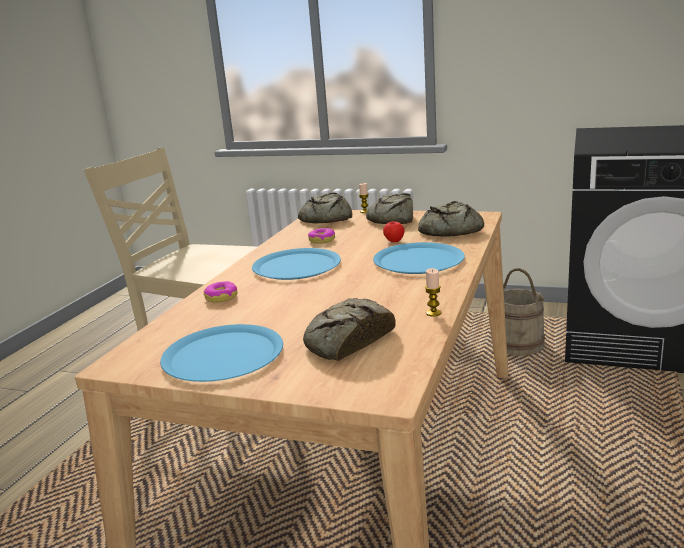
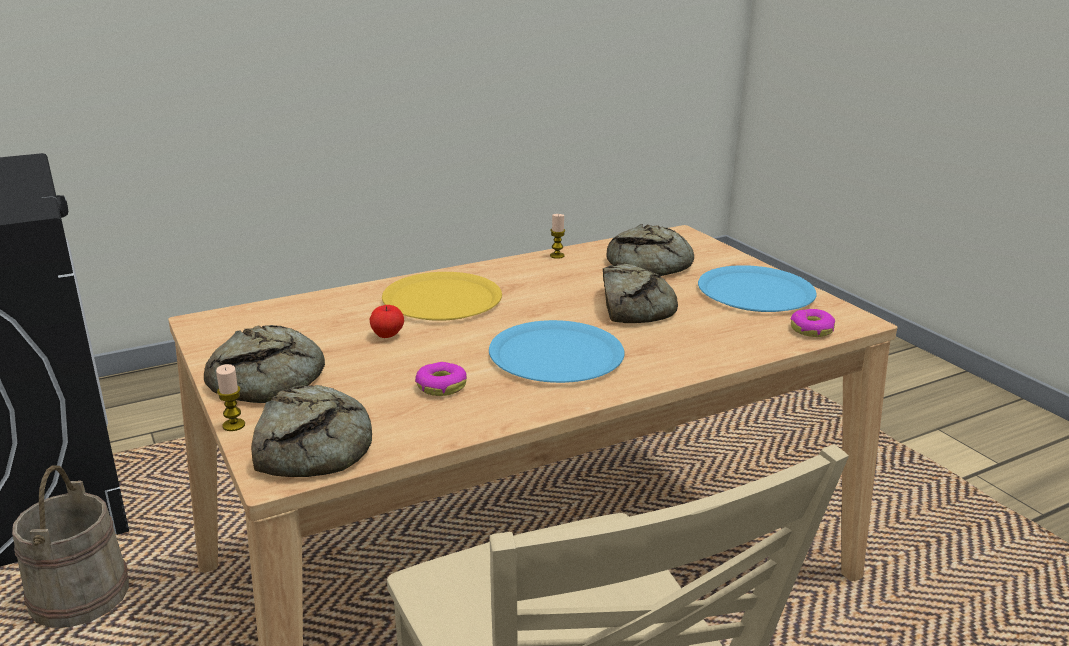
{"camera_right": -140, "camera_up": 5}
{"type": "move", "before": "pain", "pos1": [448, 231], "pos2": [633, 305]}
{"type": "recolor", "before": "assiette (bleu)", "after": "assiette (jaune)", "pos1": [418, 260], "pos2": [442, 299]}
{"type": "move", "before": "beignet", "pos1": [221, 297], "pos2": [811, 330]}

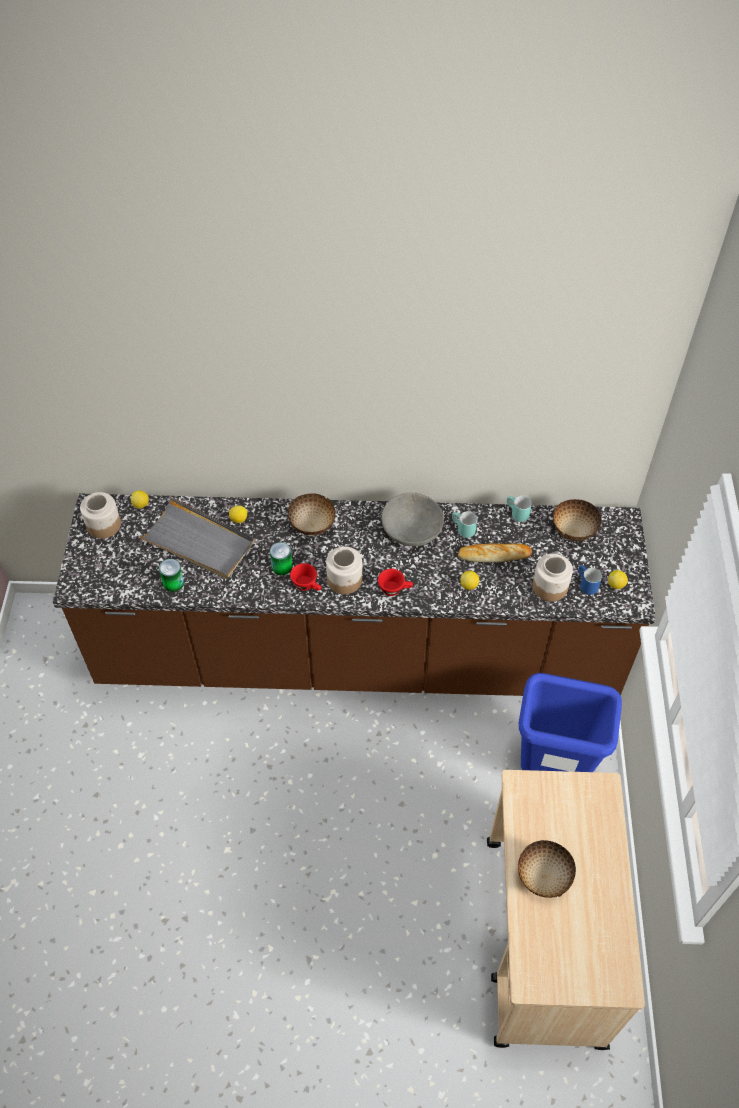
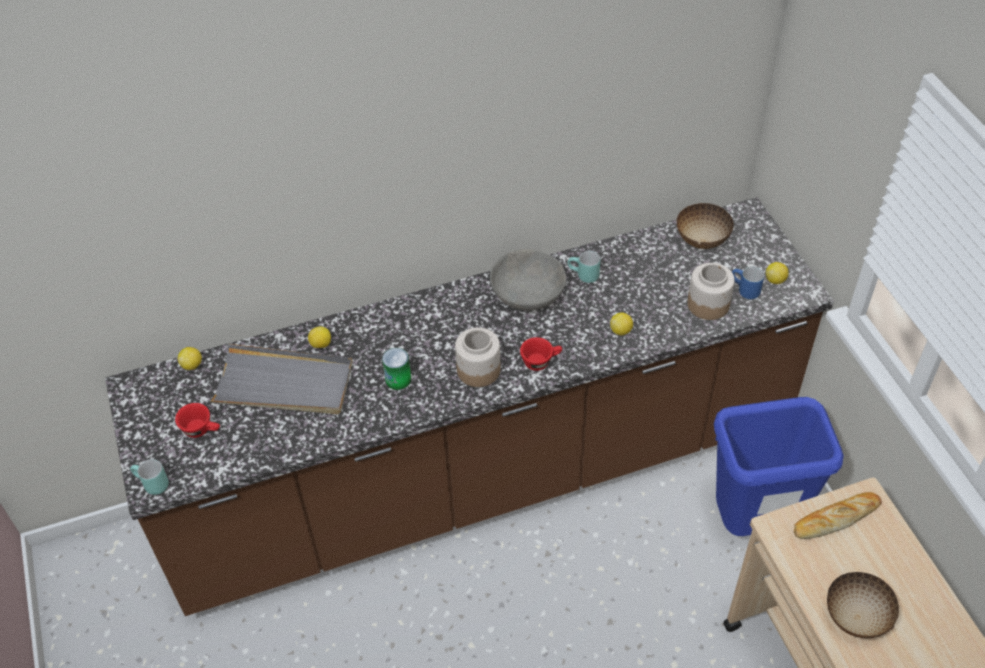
{"camera_right": -20, "camera_up": -5}
{"type": "delete", "before": "bocal", "pos1": [103, 525]}
{"type": "delete", "before": "bol", "pos1": [312, 526]}
{"type": "move", "before": "mug (turquoise)", "pos1": [516, 514], "pos2": [151, 485]}
{"type": "move", "before": "pain", "pos1": [494, 555], "pos2": [835, 518]}
{"type": "delete", "before": "boîte métallique", "pos1": [173, 583]}
{"type": "move", "before": "tasse (rouge)", "pos1": [307, 585], "pos2": [202, 429]}

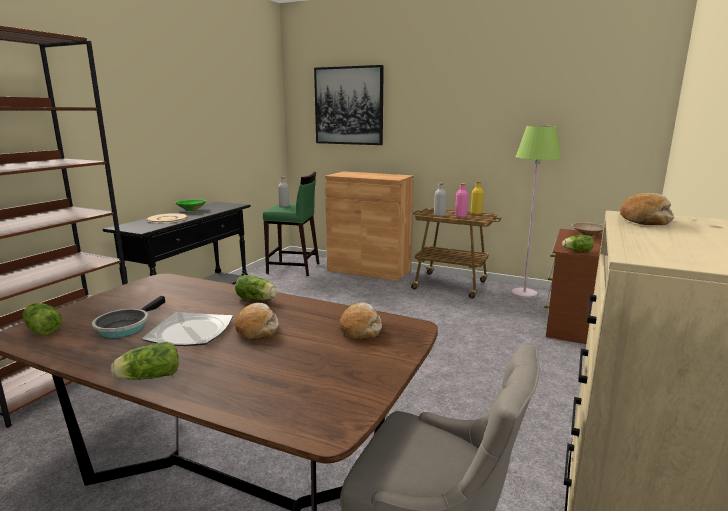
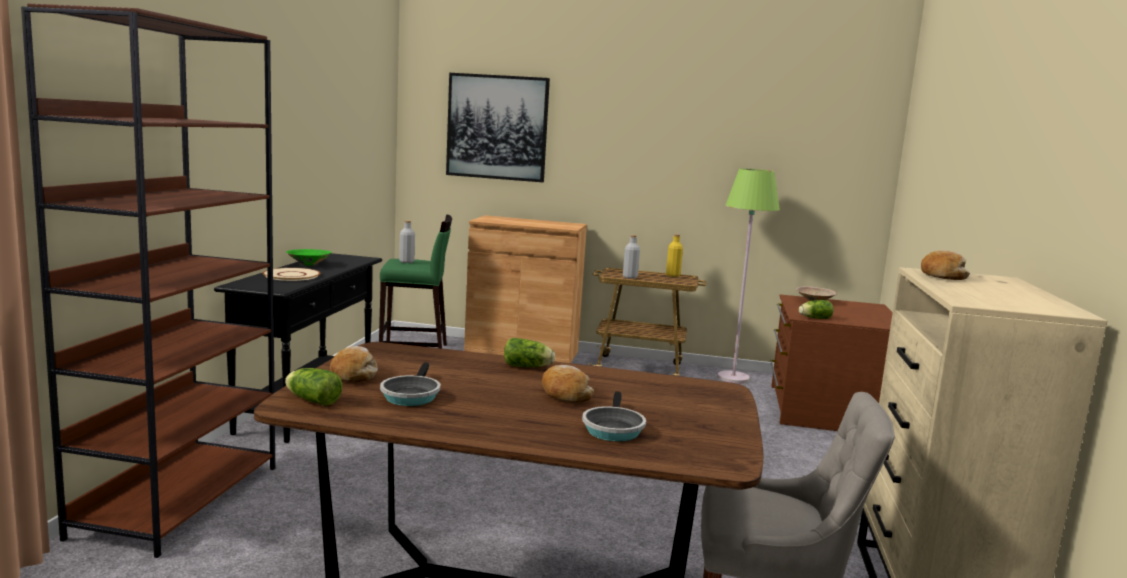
{"camera_right": -15, "camera_up": -5}
{"type": "delete", "before": "bouteille (rose)", "pos1": [460, 216]}
{"type": "move", "before": "pain", "pos1": [360, 329], "pos2": [354, 374]}
{"type": "delete", "before": "assiette", "pos1": [190, 332]}
{"type": "delete", "before": "laitue", "pos1": [147, 377]}
{"type": "insert", "after": "poêle", "pos2": [612, 428]}

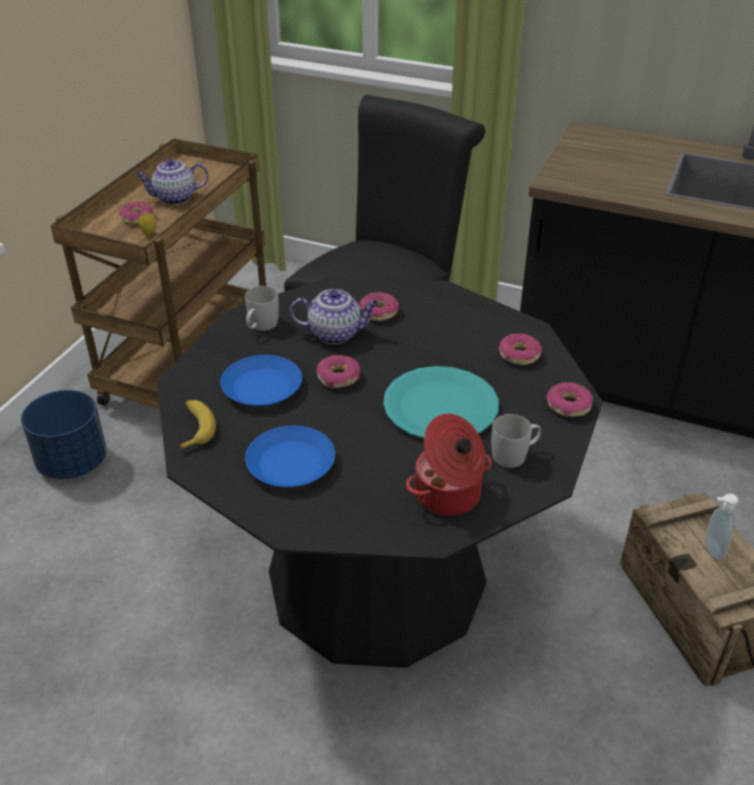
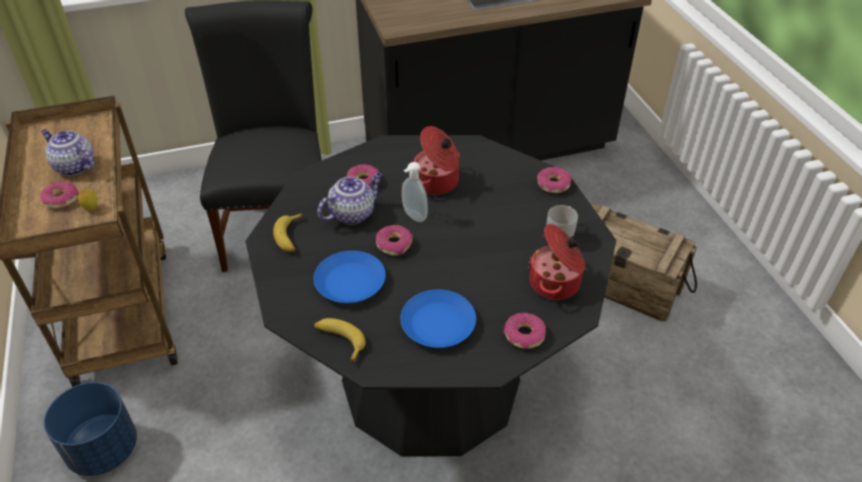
{"camera_right": -40, "camera_up": 5}
{"type": "rotate", "before": "théière", "pos1": [174, 198], "pos2": [74, 166], "turn": 90}
{"type": "replace", "before": "mug (blanc)", "after": "banane", "pos1": [260, 326], "pos2": [290, 237]}
{"type": "move", "before": "beignet", "pos1": [518, 355], "pos2": [524, 335]}
{"type": "delete", "before": "assiette (turquoise)", "pos1": [440, 406]}
{"type": "move", "before": "distributeur de savon", "pos1": [711, 550], "pos2": [413, 216]}
{"type": "insert", "after": "marmite", "pos2": [437, 182]}

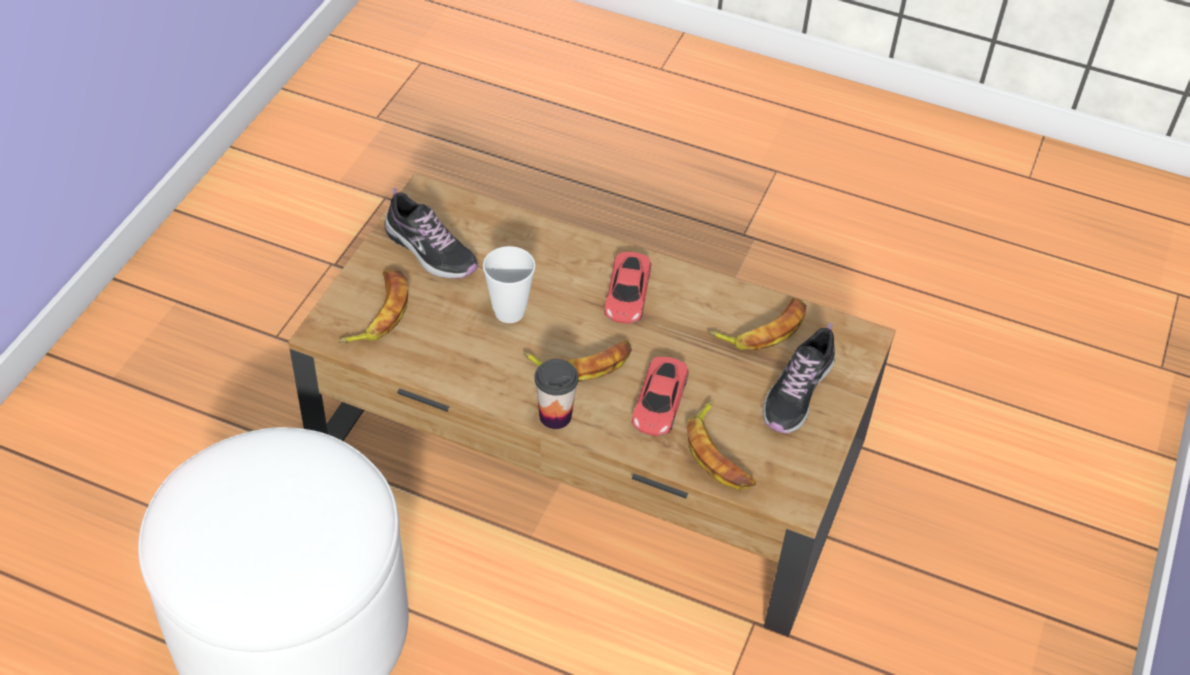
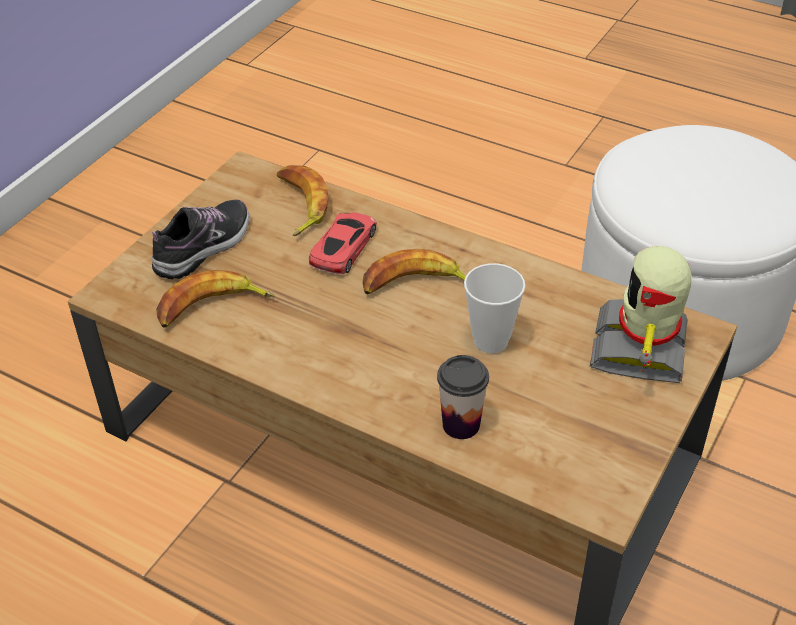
{"camera_right": -170, "camera_up": -5}
{"type": "delete", "before": "chaussure", "pos1": [430, 251]}
{"type": "delete", "before": "petite voiture (rouge)", "pos1": [627, 293]}
{"type": "replace", "before": "banane", "after": "robot jouet", "pos1": [378, 313], "pos2": [642, 348]}
{"type": "move", "before": "tasse", "pos1": [555, 416], "pos2": [461, 424]}

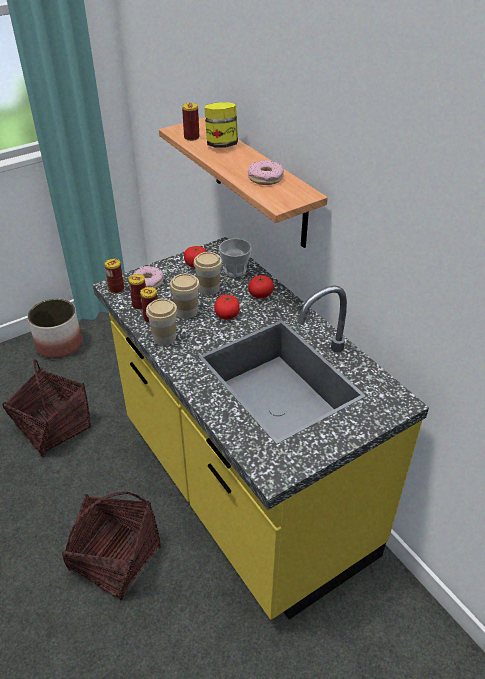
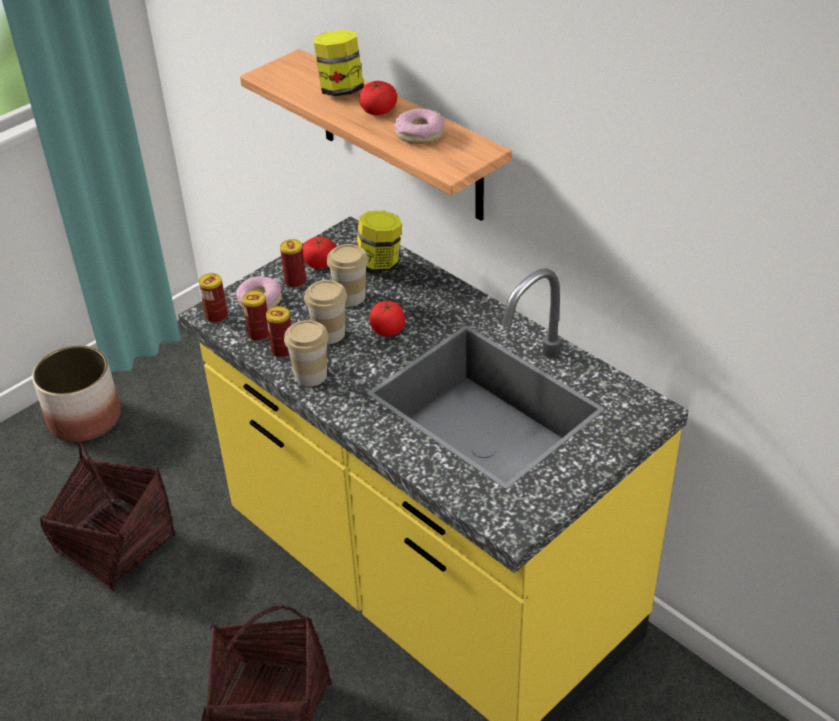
{"camera_right": -10, "camera_up": 0}
{"type": "move", "before": "boîte métallique", "pos1": [191, 137], "pos2": [295, 282]}
{"type": "replace", "before": "tasse", "after": "bocal", "pos1": [235, 271], "pos2": [379, 265]}
{"type": "move", "before": "tomate", "pos1": [260, 294], "pos2": [378, 111]}

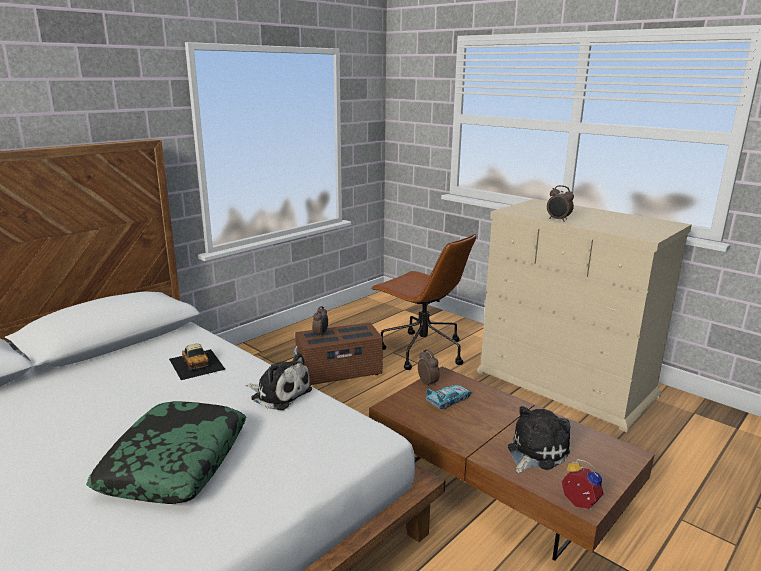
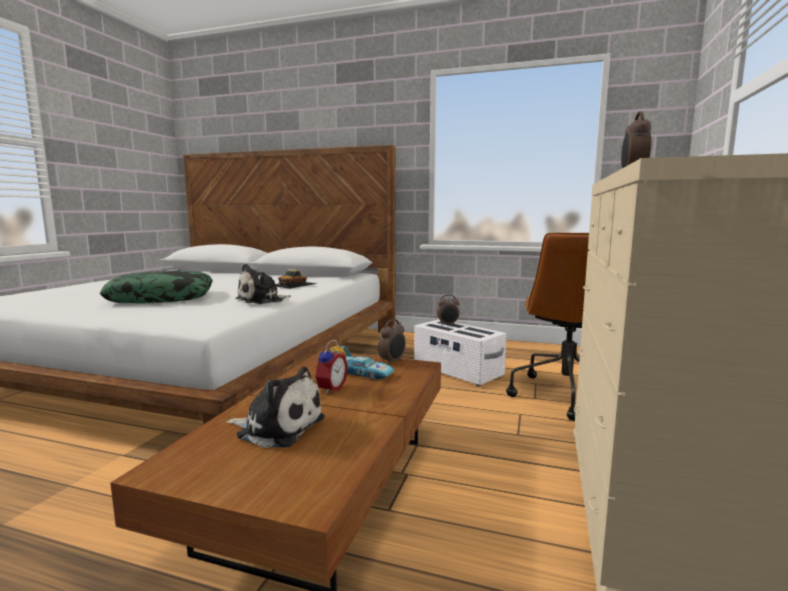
{"camera_right": 65, "camera_up": -10}
{"type": "recolor", "before": "boîte de rangement (marron)", "after": "boîte de rangement (blanc)", "pos1": [339, 372], "pos2": [457, 371]}
{"type": "rotate", "before": "peluche", "pos1": [279, 394], "pos2": [262, 300], "turn": 45}
{"type": "move", "before": "réveil", "pos1": [578, 504], "pos2": [330, 389]}

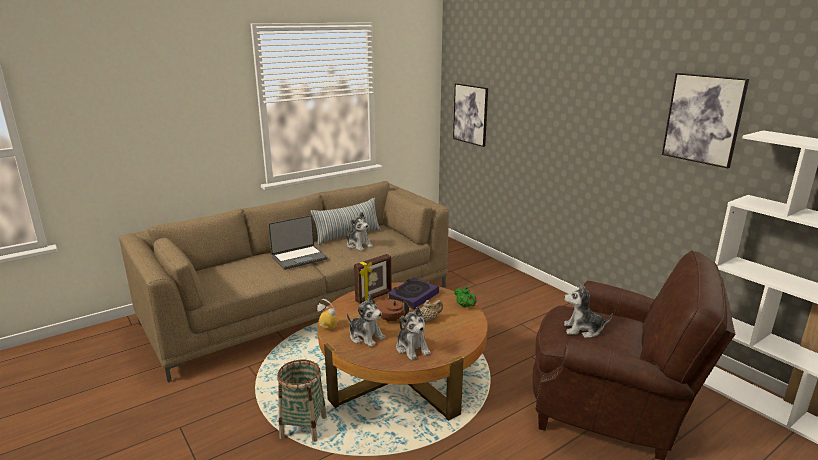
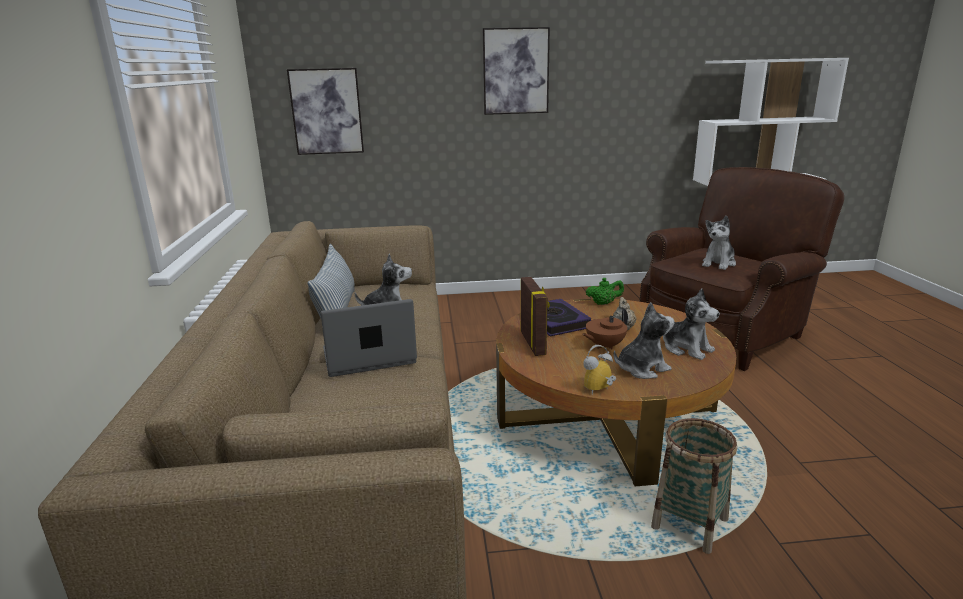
{"camera_right": -60, "camera_up": 0}
{"type": "move", "before": "tableau", "pos1": [703, 119], "pos2": [515, 71]}
{"type": "rotate", "before": "ordinateur portable", "pos1": [299, 258], "pos2": [369, 358], "turn": -105}
{"type": "rotate", "before": "peluche", "pos1": [412, 348], "pos2": [686, 348], "turn": 45}

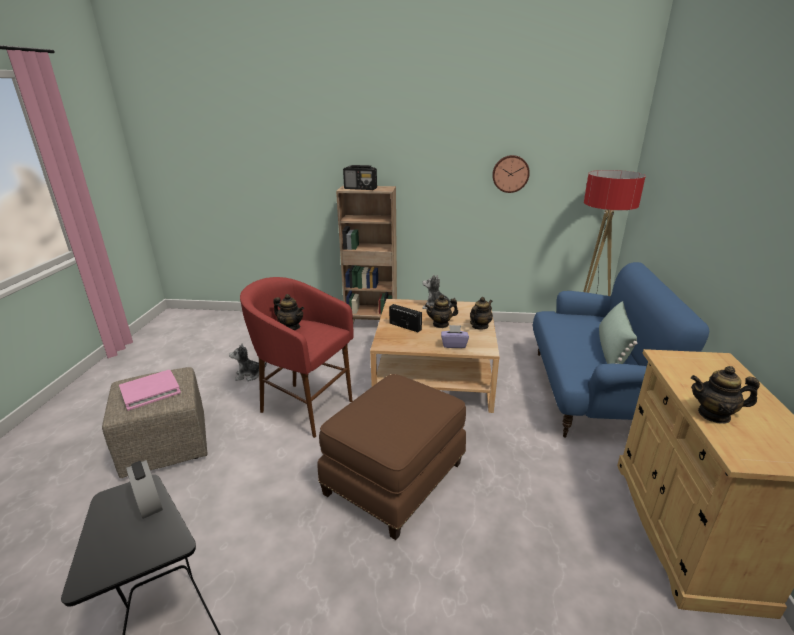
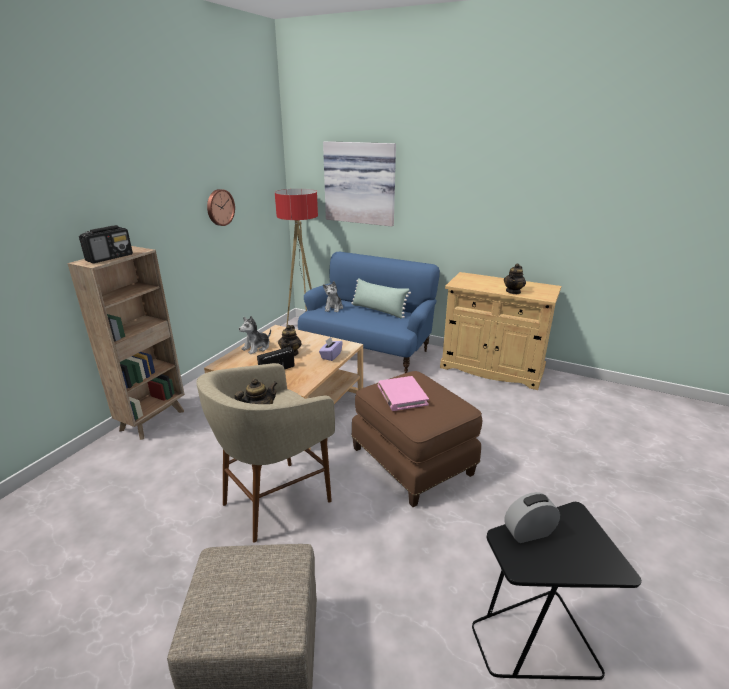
{"camera_right": -70, "camera_up": 0}
{"type": "recolor", "before": "tabouret (rouge)", "after": "tabouret (beige)", "pos1": [305, 407], "pos2": [275, 501]}
{"type": "delete", "before": "théière", "pos1": [479, 326]}
{"type": "move", "before": "peluche", "pos1": [249, 375], "pos2": [333, 308]}
{"type": "move", "before": "livre (rose)", "pos1": [150, 391], "pos2": [402, 396]}
{"type": "insert", "after": "tableau", "pos2": [360, 183]}

